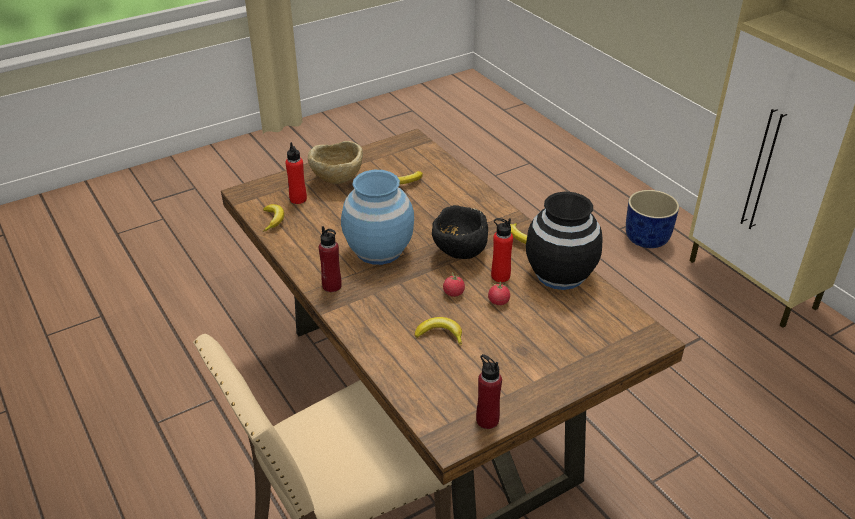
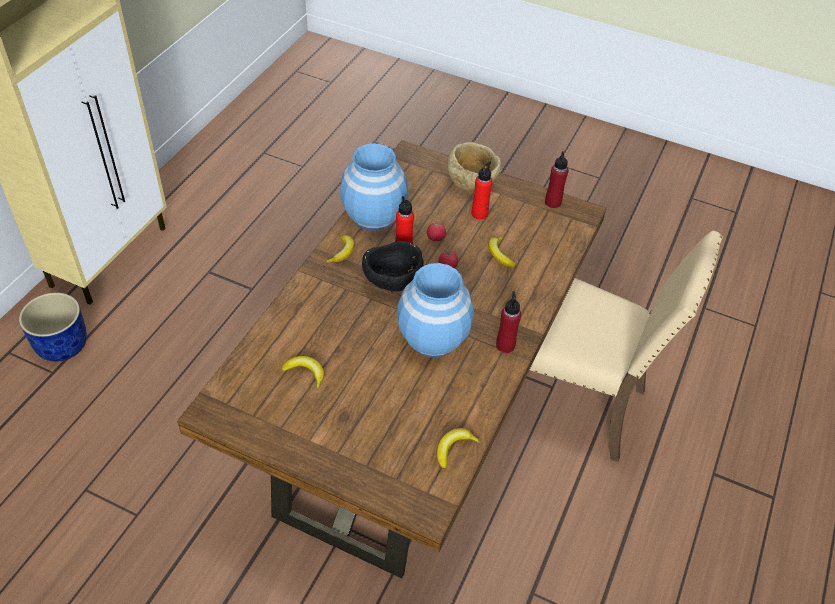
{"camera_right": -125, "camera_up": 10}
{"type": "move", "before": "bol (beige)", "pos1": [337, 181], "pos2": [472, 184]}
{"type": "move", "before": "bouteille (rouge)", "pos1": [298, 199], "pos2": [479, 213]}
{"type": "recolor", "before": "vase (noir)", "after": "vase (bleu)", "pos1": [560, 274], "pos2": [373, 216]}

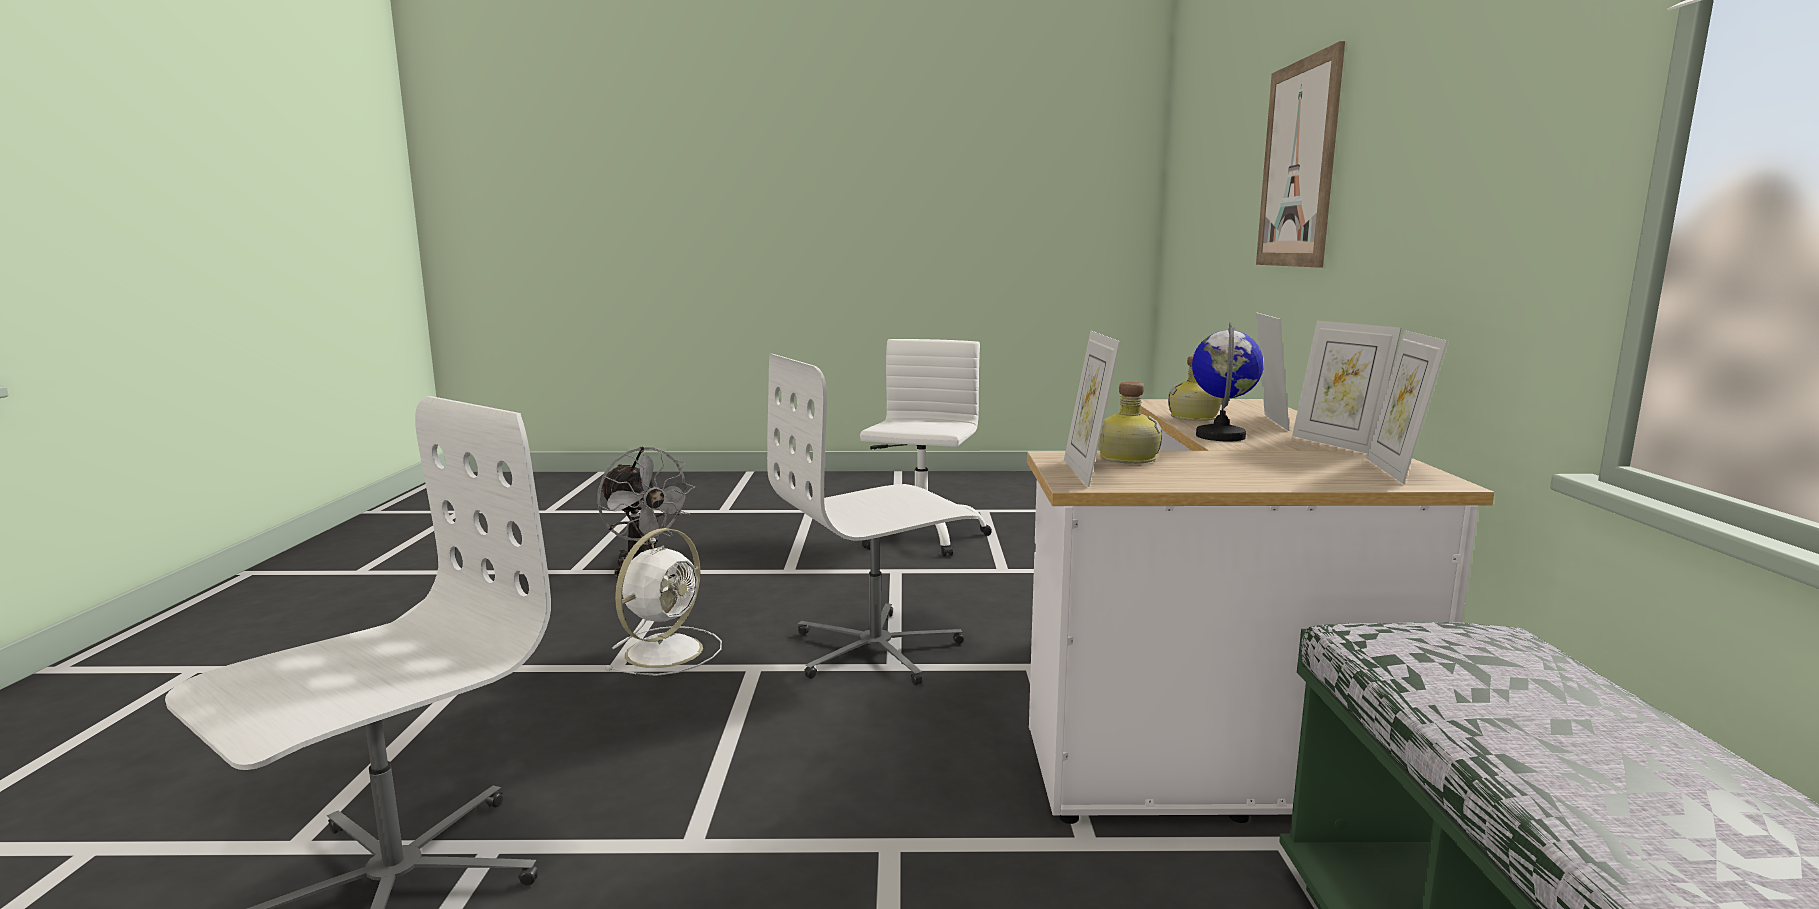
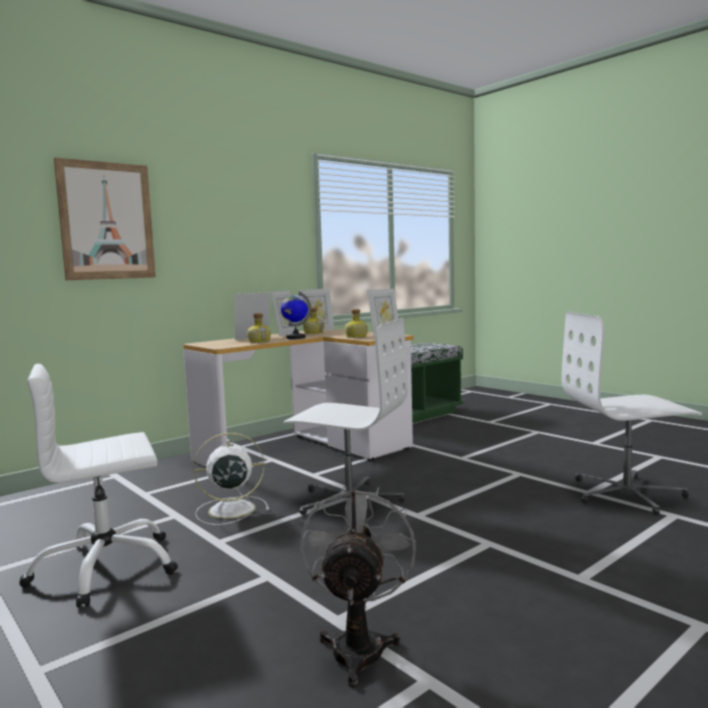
{"camera_right": -130, "camera_up": -5}
{"type": "move", "before": "ventilateur (blanc)", "pos1": [666, 650], "pos2": [229, 510]}
{"type": "insert", "after": "bouteille", "pos2": [314, 333]}

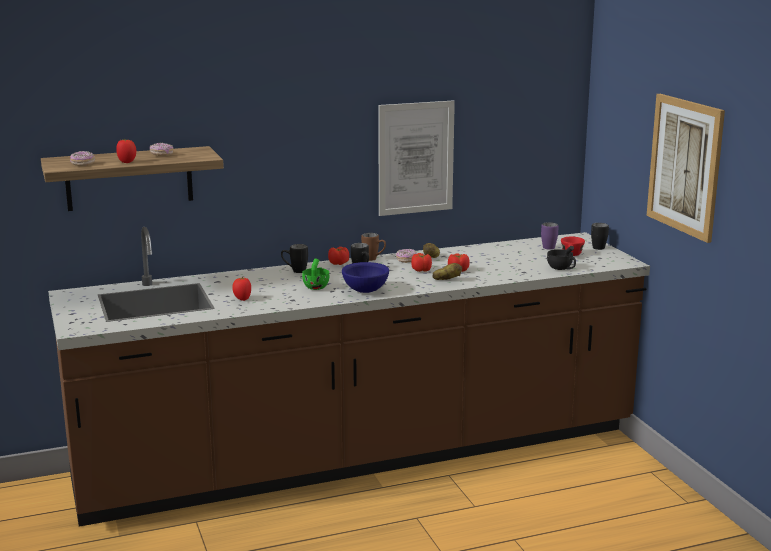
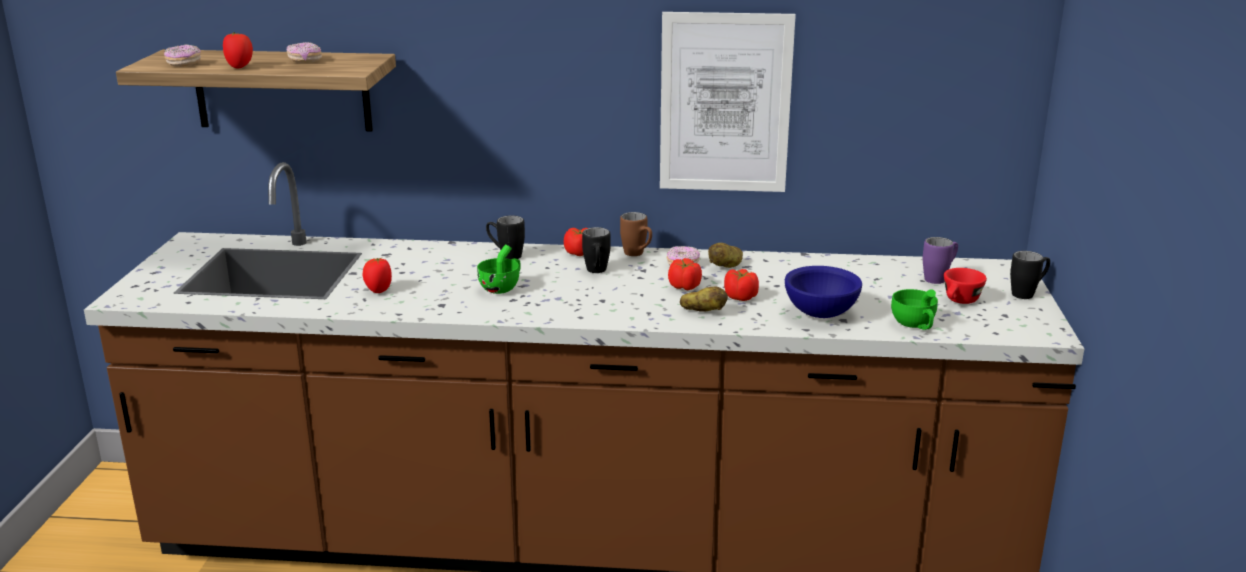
{"camera_right": 25, "camera_up": 5}
{"type": "delete", "before": "tableau", "pos1": [685, 166]}
{"type": "recolor", "before": "tasse (noir)", "after": "tasse (vert)", "pos1": [561, 268], "pos2": [915, 325]}
{"type": "move", "before": "bol (bleu)", "pos1": [366, 291], "pos2": [821, 314]}

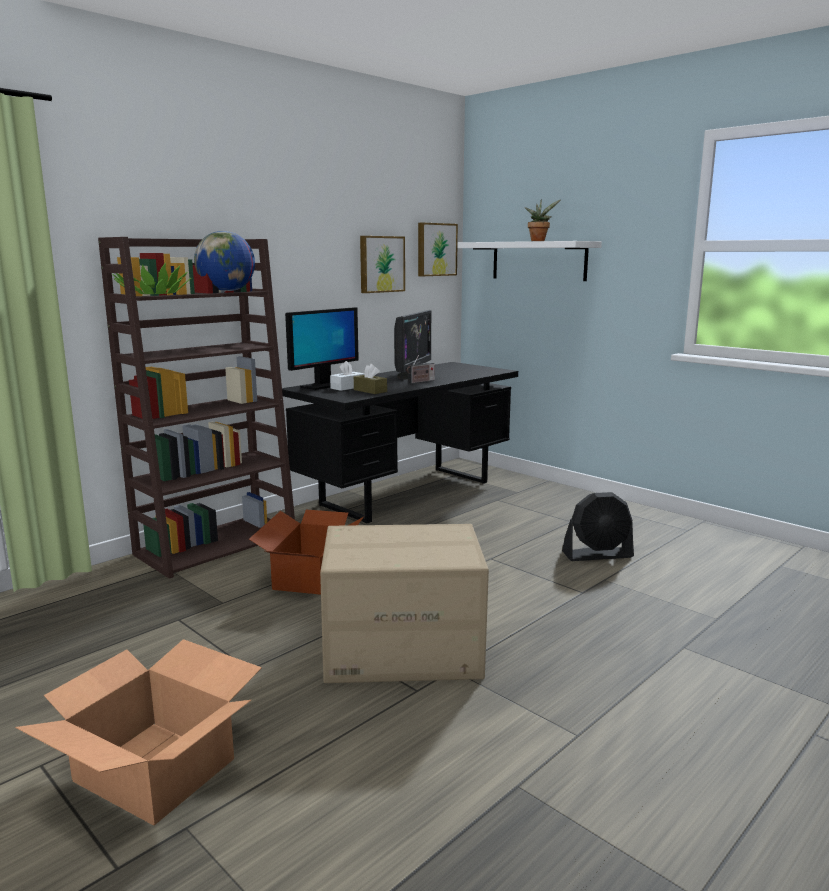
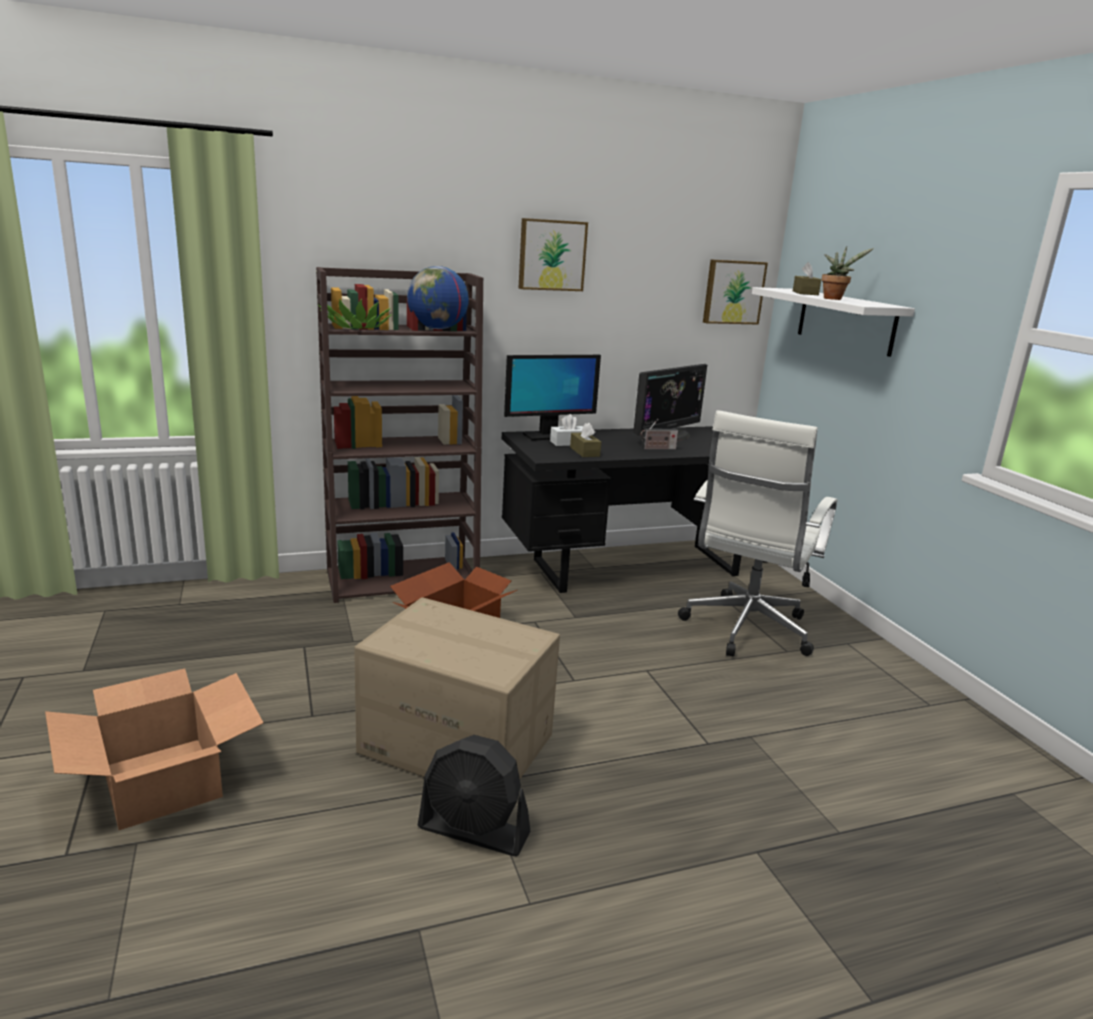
{"camera_right": 25, "camera_up": 5}
{"type": "move", "before": "tableau", "pos1": [381, 264], "pos2": [551, 255]}
{"type": "move", "before": "ventilateur (noir)", "pos1": [597, 555], "pos2": [474, 831]}
{"type": "insert", "after": "boîte à mouchoirs (marron)", "pos2": [805, 293]}
{"type": "insert", "after": "chaise de bureau (blanc)", "pos2": [745, 631]}

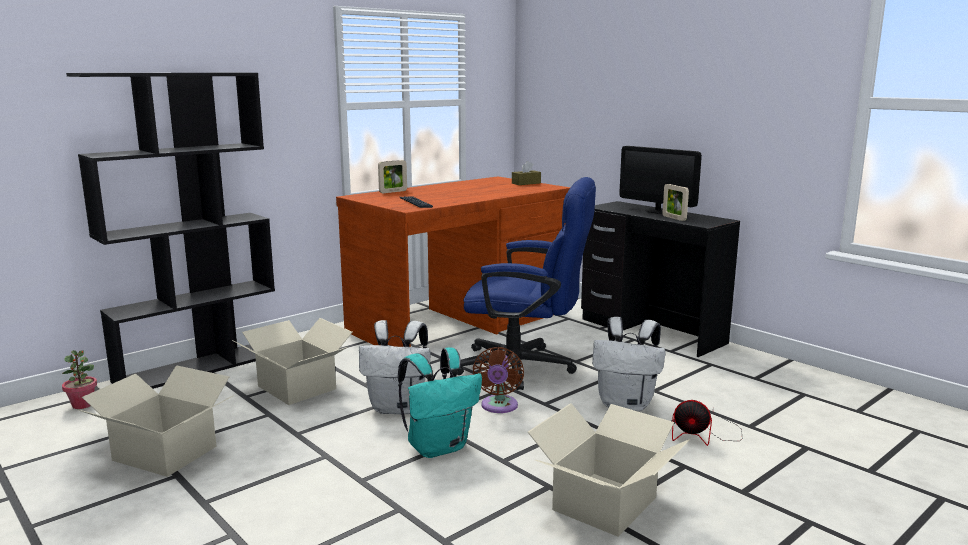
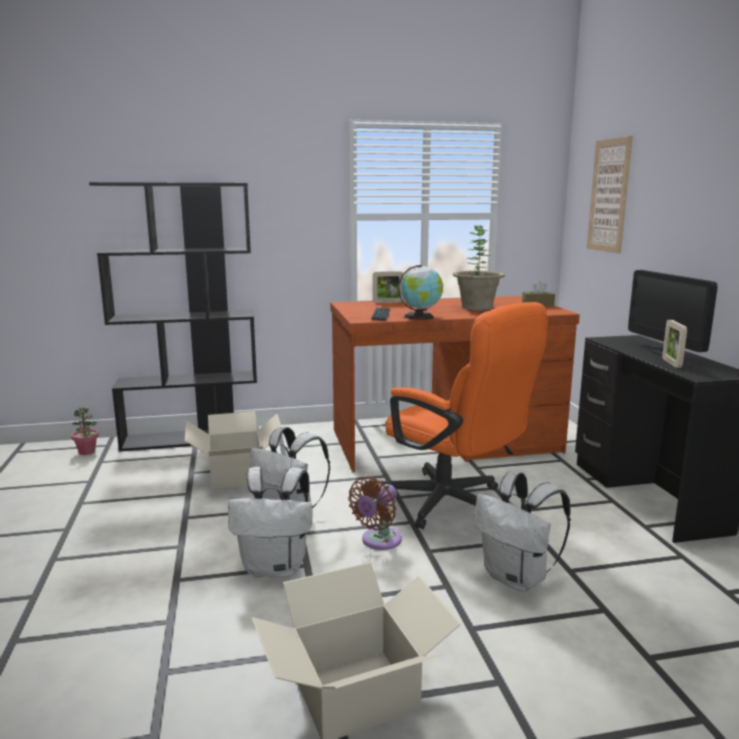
{"camera_right": 30, "camera_up": 0}
{"type": "recolor", "before": "chaise de bureau (bleu)", "after": "chaise de bureau (orange)", "pos1": [526, 368], "pos2": [454, 505]}
{"type": "recolor", "before": "sac à dos (turquoise)", "after": "sac à dos (blanc)", "pos1": [438, 447], "pos2": [276, 567]}
{"type": "delete", "before": "carton", "pos1": [165, 453]}
{"type": "delete", "before": "ventilateur", "pos1": [703, 435]}
{"type": "insert", "after": "tableau", "pos2": [609, 195]}
{"type": "insert", "after": "plante en pot", "pos2": [477, 308]}
{"type": "insert", "after": "globe", "pos2": [421, 317]}

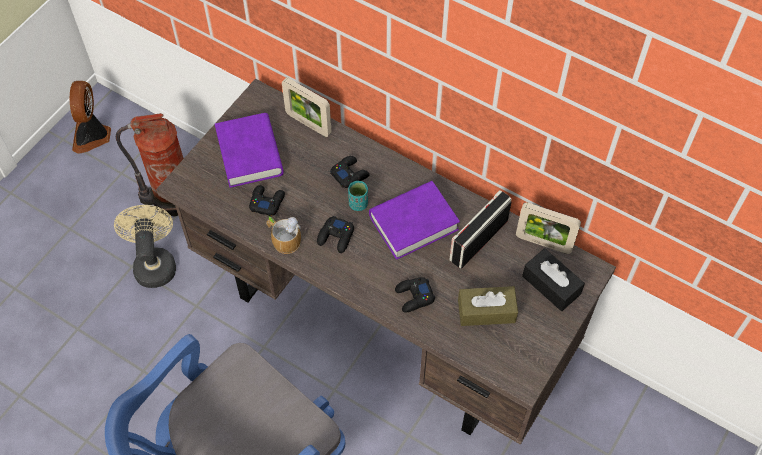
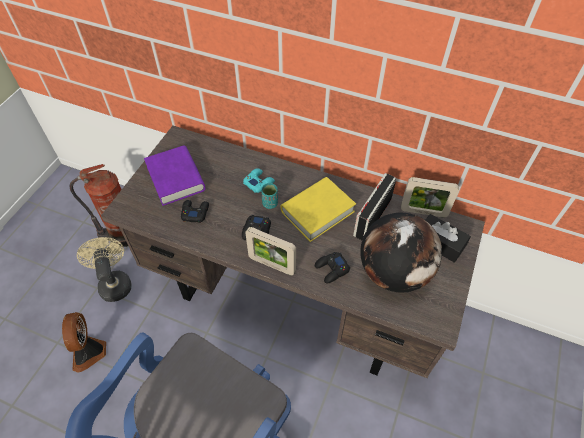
{"camera_right": -10, "camera_up": -5}
{"type": "move", "before": "cadre photo", "pos1": [308, 124], "pos2": [272, 265]}
{"type": "move", "before": "ventilateur", "pos1": [92, 136], "pos2": [90, 352]}
{"type": "recolor", "before": "manette (noir)", "after": "manette (turquoise)", "pos1": [349, 174], "pos2": [258, 182]}
{"type": "recolor", "before": "livre (violet)", "after": "livre (jaune)", "pos1": [413, 223], "pos2": [317, 212]}
{"type": "delete", "before": "mug", "pos1": [283, 238]}
{"type": "replace", "before": "boîte à mouchoirs (marron)", "after": "globe", "pos1": [486, 311], "pos2": [394, 272]}

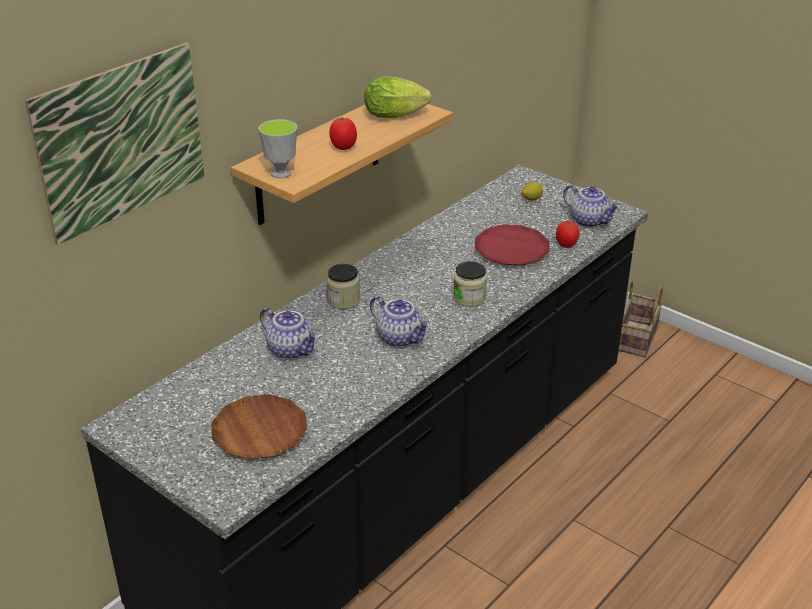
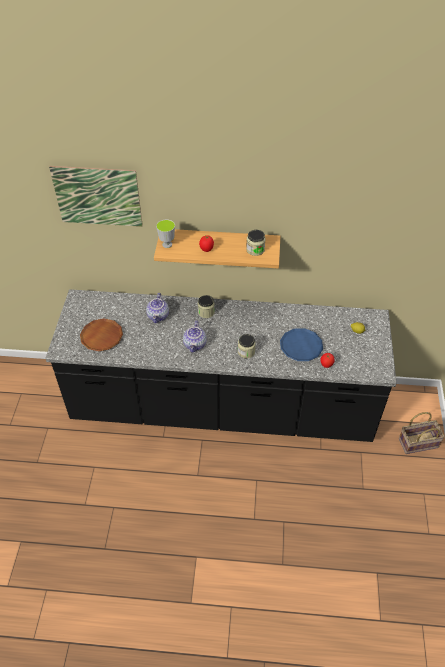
{"camera_right": 55, "camera_up": 15}
{"type": "replace", "before": "laitue", "after": "bocal", "pos1": [398, 116], "pos2": [255, 250]}
{"type": "delete", "before": "théière", "pos1": [589, 221]}
{"type": "recolor", "before": "assiette (rouge)", "after": "assiette (bleu)", "pos1": [511, 250], "pos2": [301, 347]}

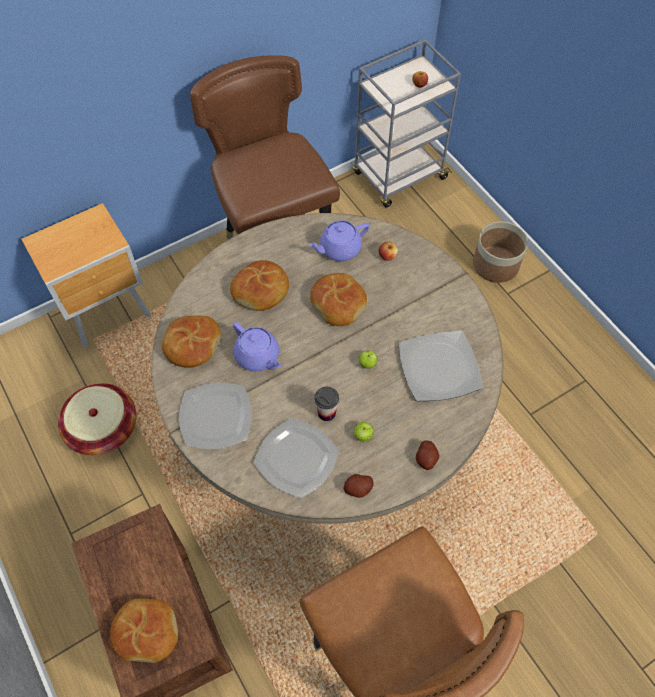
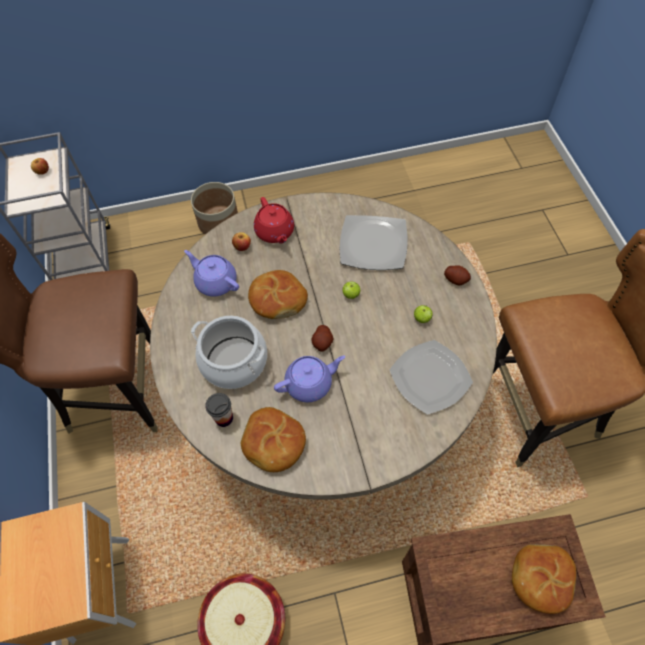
{"camera_right": -70, "camera_up": 0}
{"type": "rotate", "before": "théière (violet)", "pos1": [339, 249], "pos2": [215, 282], "turn": 135}
{"type": "replace", "before": "pain", "after": "marmite", "pos1": [261, 291], "pos2": [234, 361]}
{"type": "delete", "before": "assiette", "pos1": [216, 416]}
{"type": "move", "before": "tasse", "pos1": [326, 413], "pos2": [224, 418]}
{"type": "move", "before": "pomme de terre", "pos1": [358, 489], "pos2": [322, 342]}
{"type": "insert", "after": "théière (rouge)", "pos2": [275, 232]}

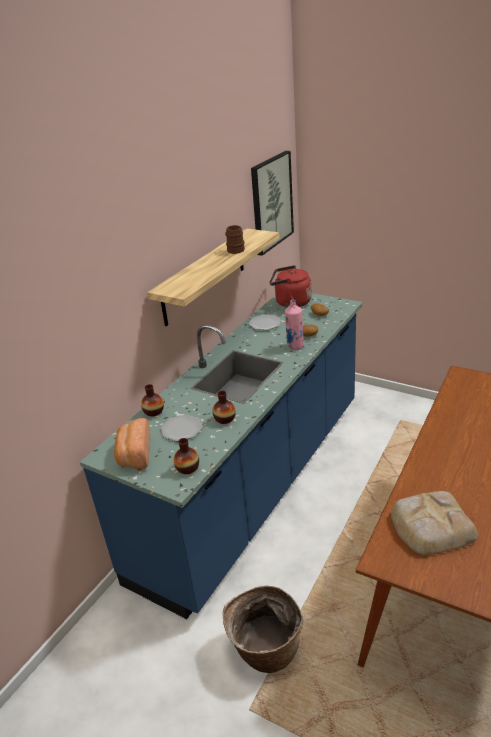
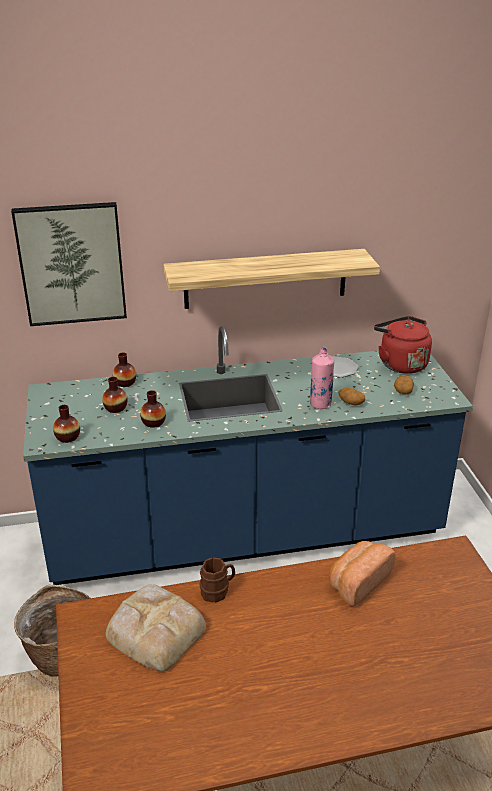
{"camera_right": 45, "camera_up": 0}
{"type": "move", "before": "tableau", "pos1": [271, 202], "pos2": [71, 264]}
{"type": "move", "before": "mug (marron)", "pos1": [236, 249], "pos2": [218, 591]}
{"type": "replace", "before": "assiette", "after": "vase", "pos1": [181, 429], "pos2": [115, 408]}
{"type": "move", "before": "pain", "pos1": [134, 455], "pos2": [357, 582]}

